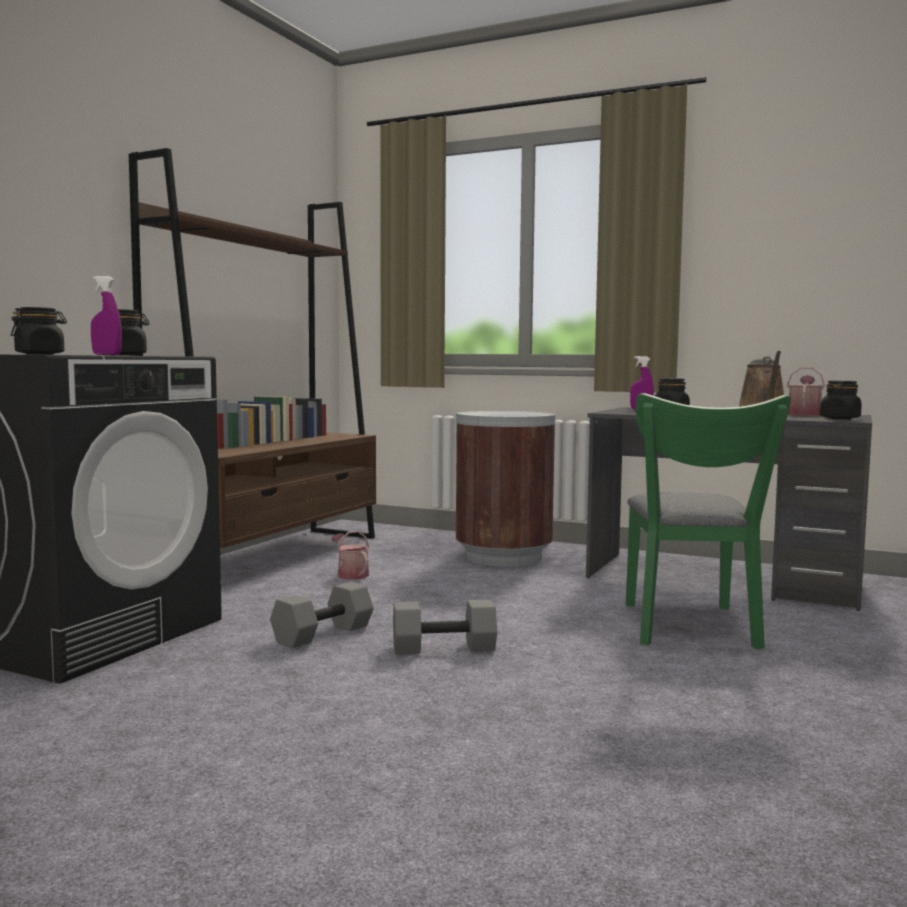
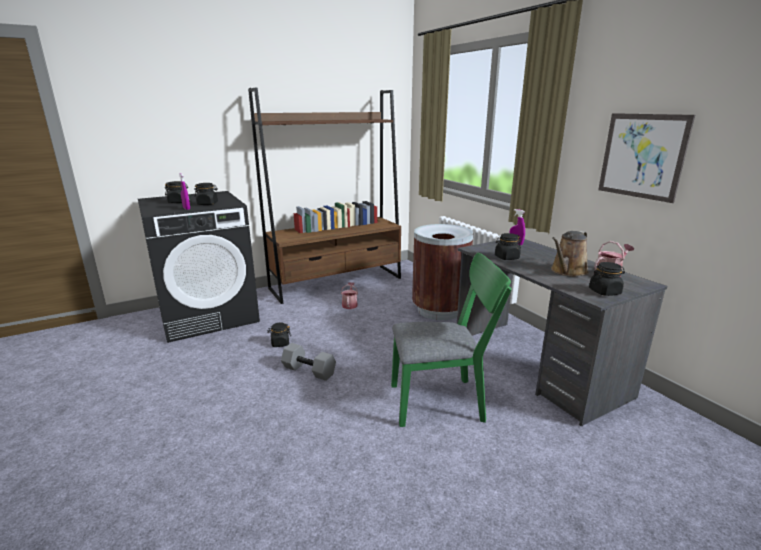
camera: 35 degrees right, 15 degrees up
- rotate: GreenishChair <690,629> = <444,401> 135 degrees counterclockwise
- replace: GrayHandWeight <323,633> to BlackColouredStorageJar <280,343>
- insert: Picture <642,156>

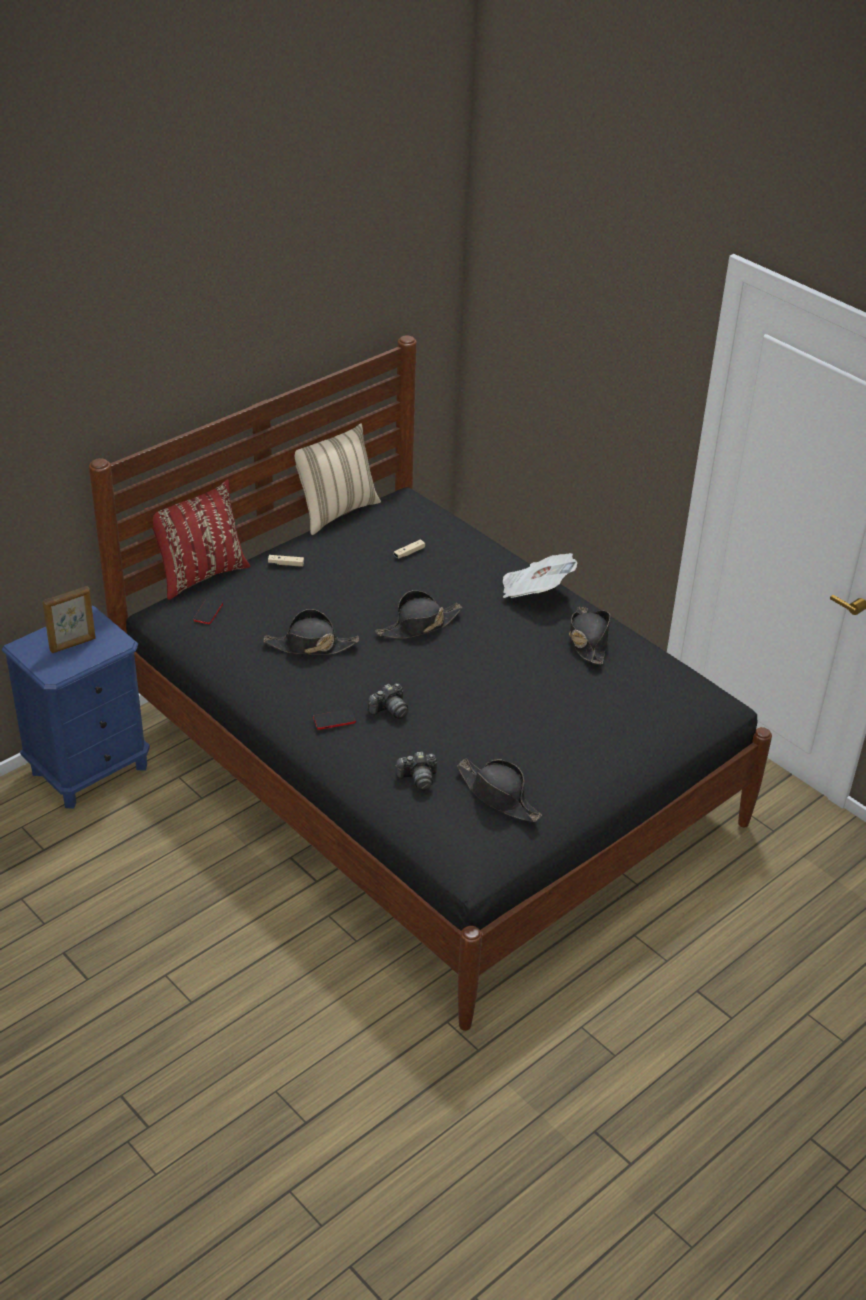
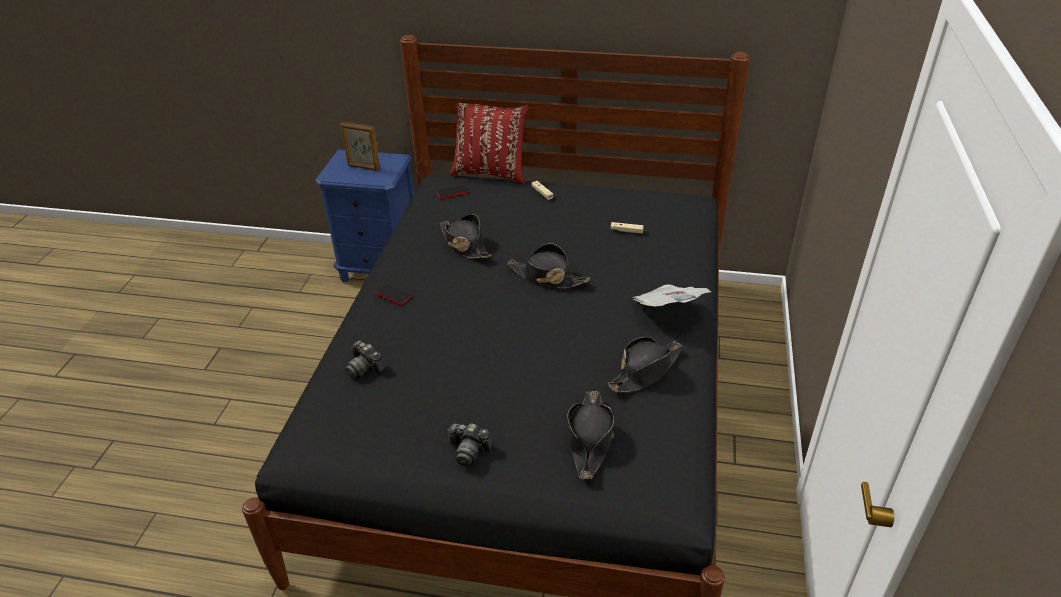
camera: 55 degrees right, 0 degrees up
- delete: SandColouredPillow <335,511>
- move: PhotoCamera <389,710> to <469,450>
- move: BlackColouredClothingHat <498,796> to <589,439>

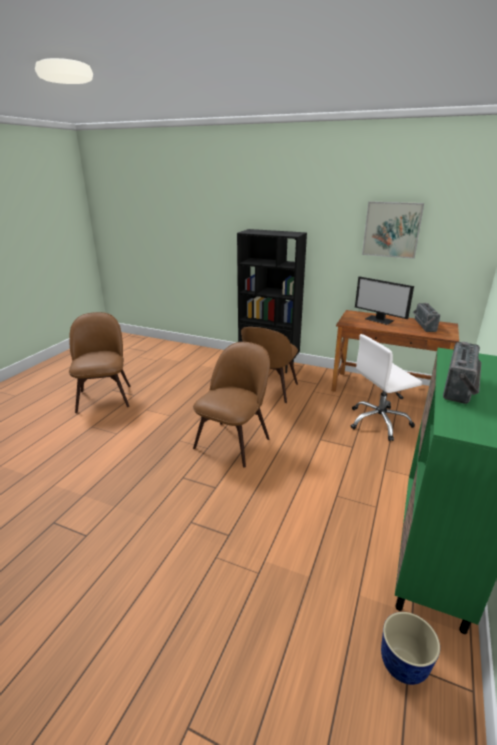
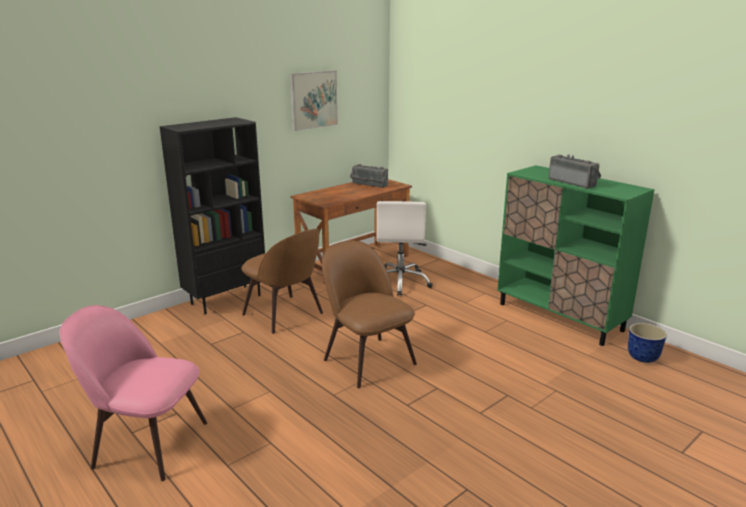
camera: 65 degrees left, 5 degrees down
- delete: Monitor <379,320>
- recolor: BrownColouredChair <104,397> to PinkColouredChair <147,443>

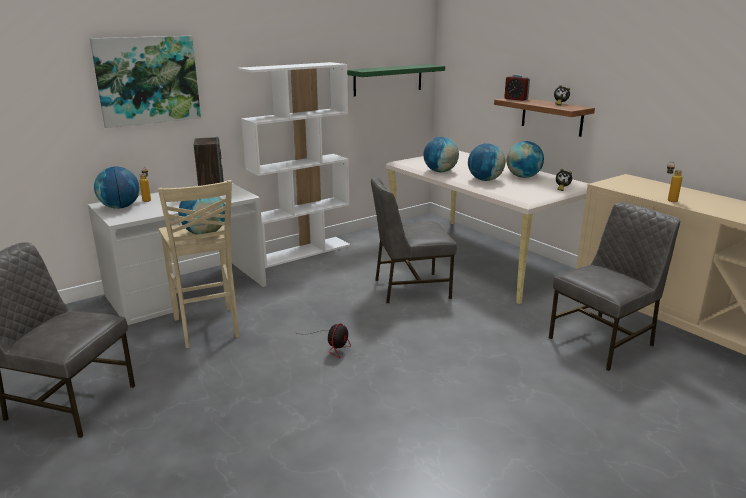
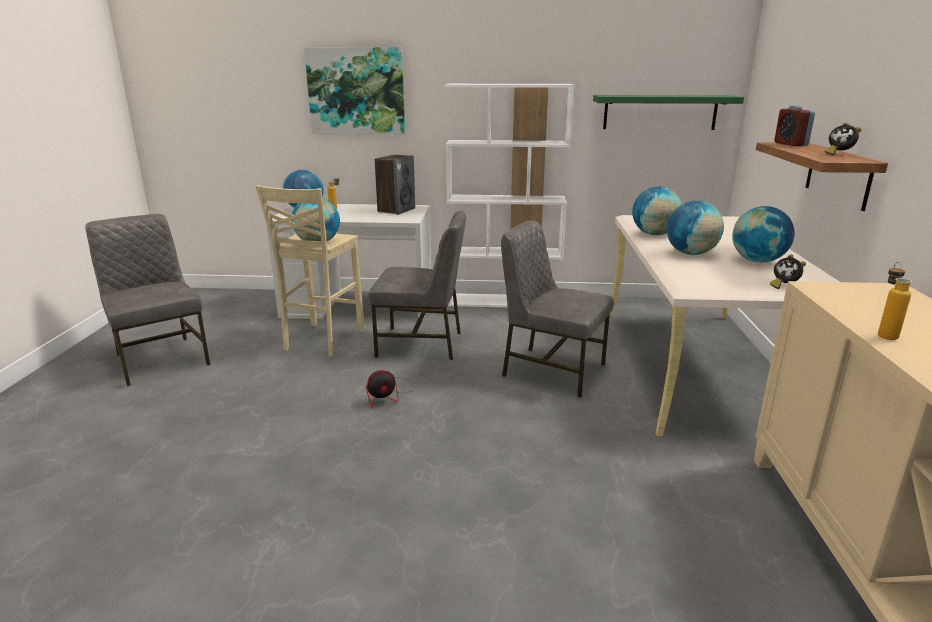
camera: 40 degrees right, 0 degrees up
- move: GrayChair <603,342> to <421,344>

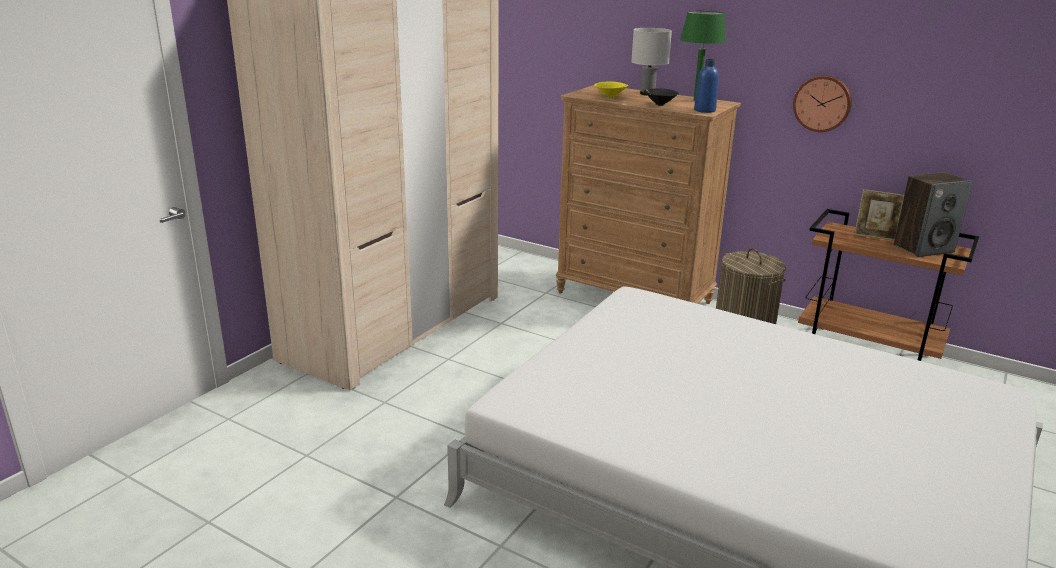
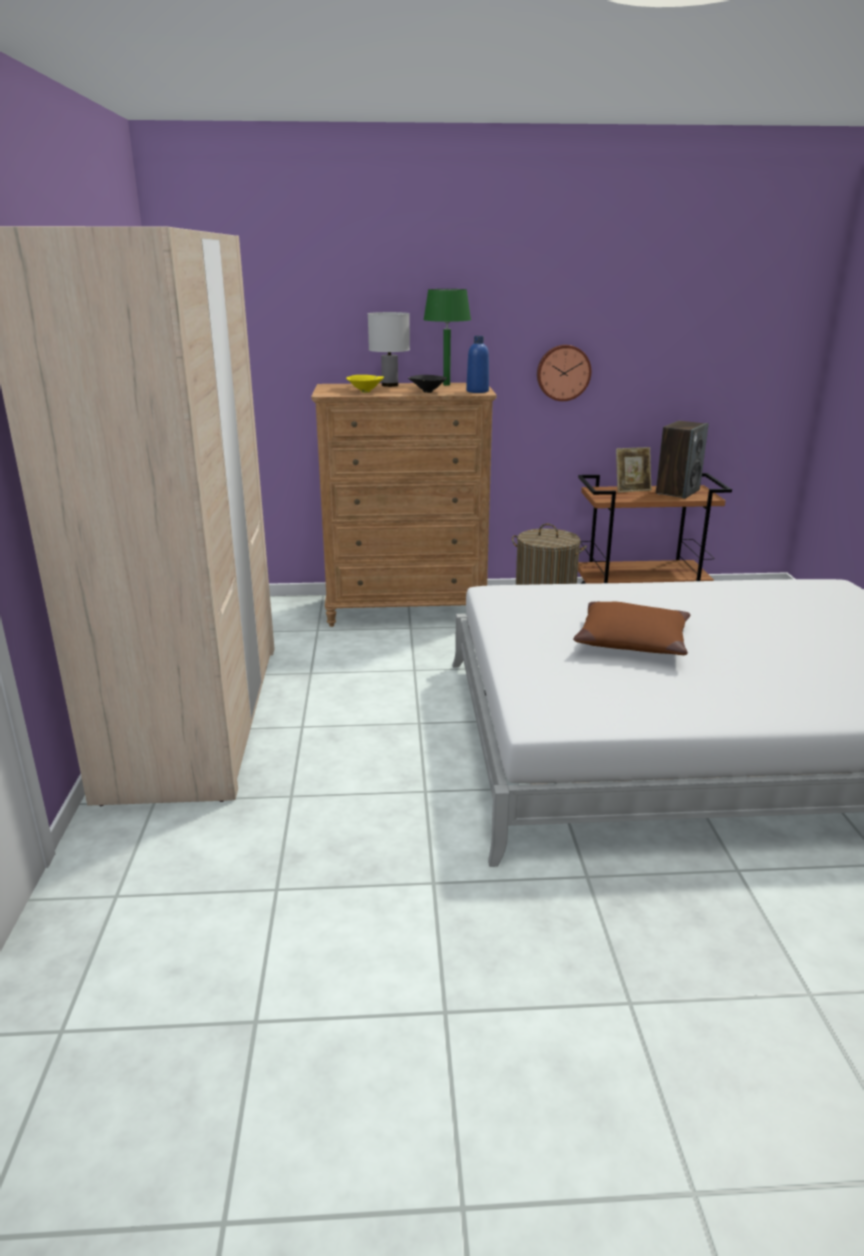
camera: 35 degrees left, 0 degrees up
- insert: BrownColouredPillow <632,641>

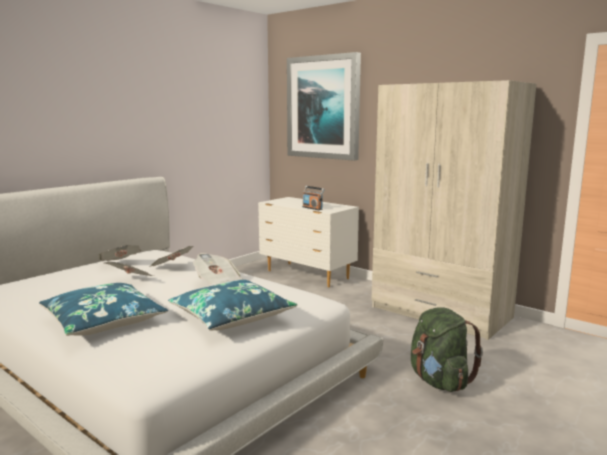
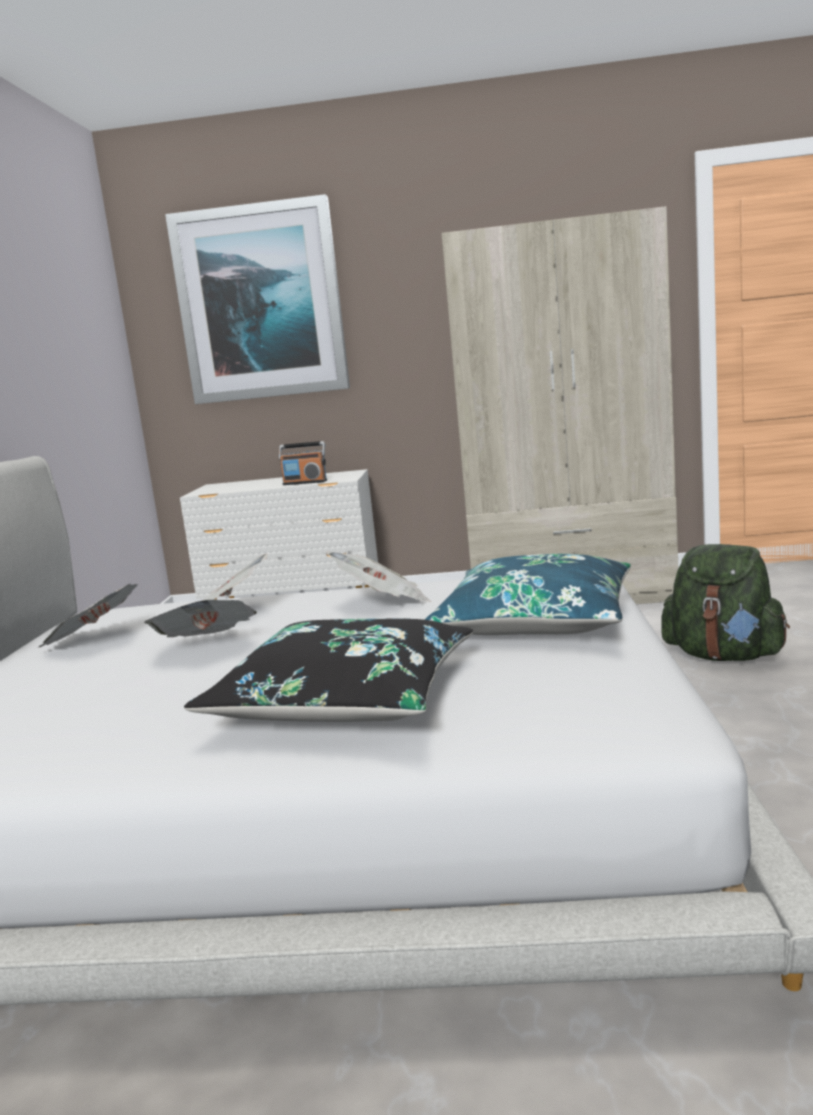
camera: 35 degrees left, 0 degrees up
- recolor: BlueColouredPillow <104,321> to BlackColouredPillow <345,699>

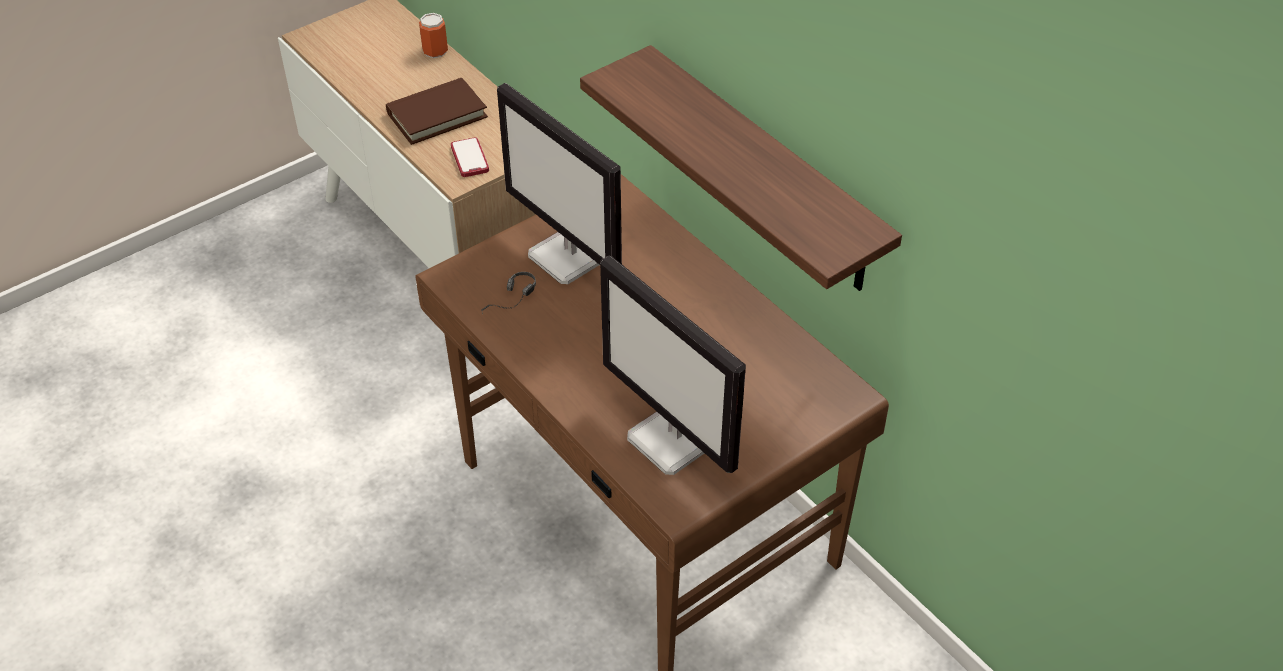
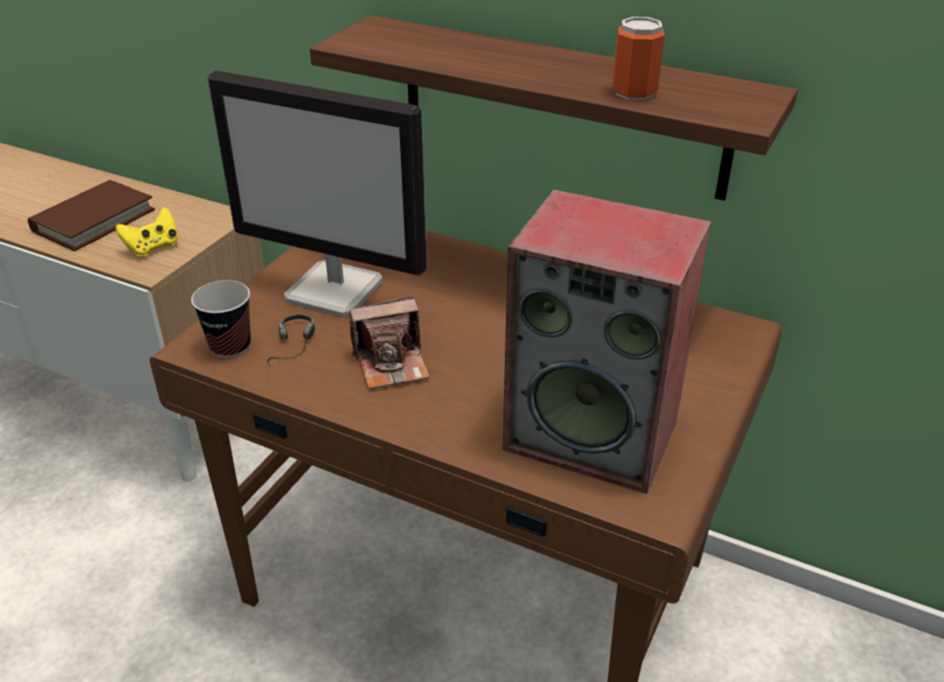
camera: 25 degrees left, 10 degrees down
- move: SealedCan <435,51> to <634,92>
- replace: Telephone <470,159> to YellowColouredGameController <153,247>
- replace: Monitor <674,440> to Loudspeaker <594,434>
- insert: Cup <230,347>
- insert: PhotoCamera <392,364>

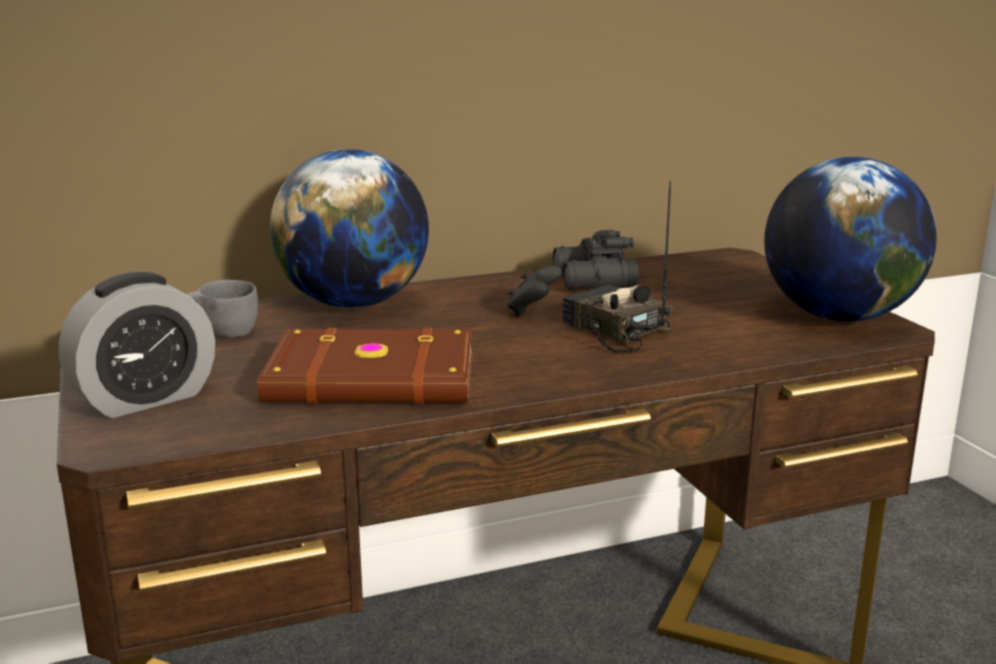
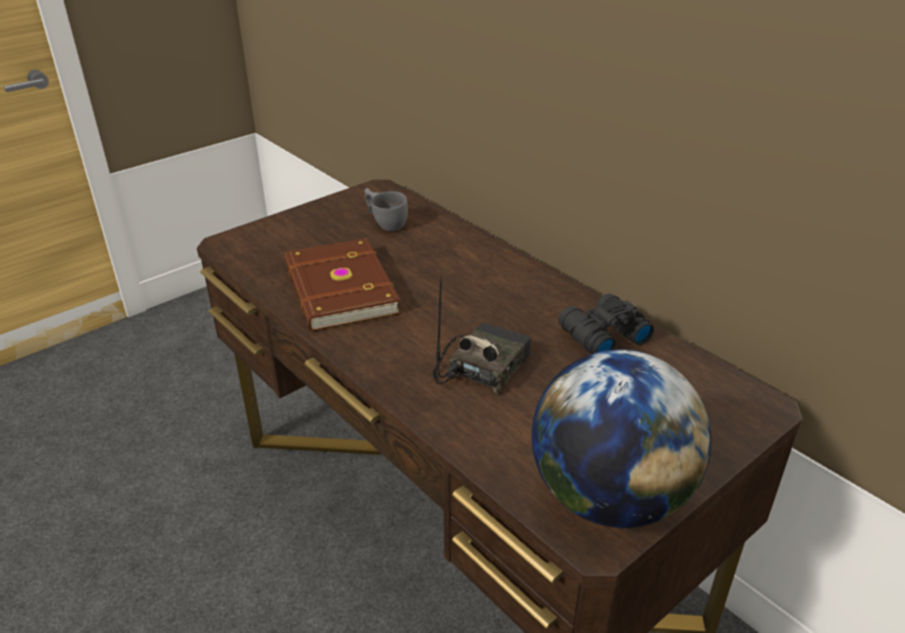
camera: 70 degrees right, 15 degrees up
- delete: DeskGlobe <353,304>
- delete: BlackColouredGameController <532,311>
- delete: TableClock <145,399>

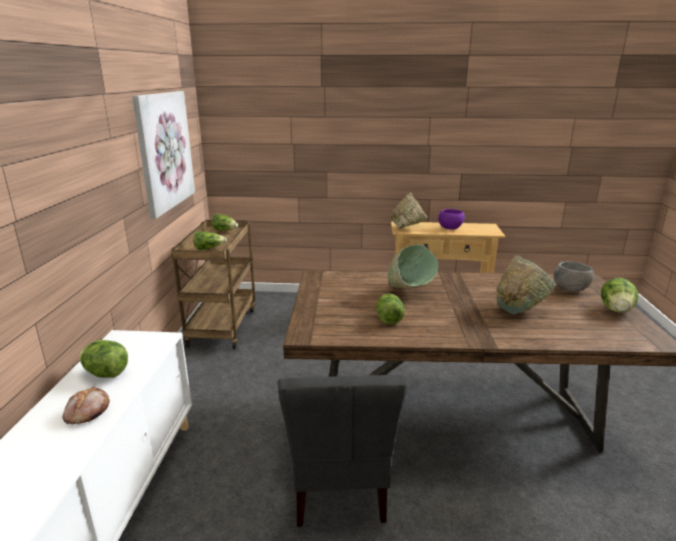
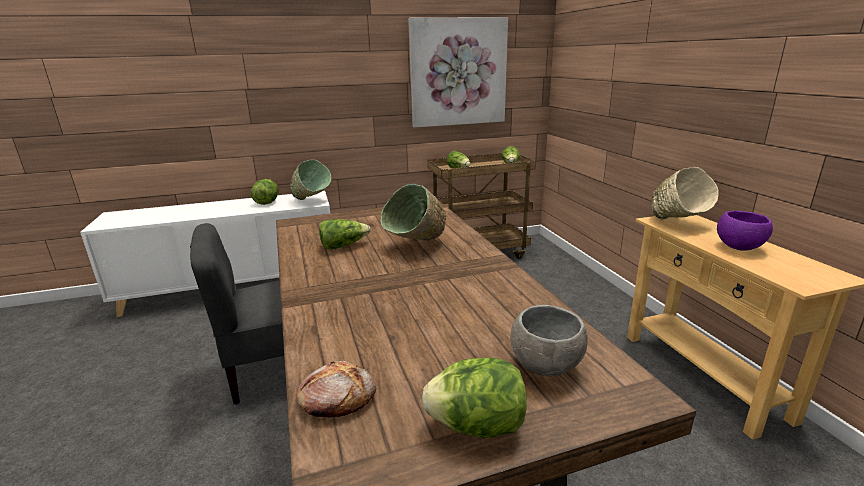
camera: 70 degrees right, 0 degrees up
- move: GreenishDeepDish <519,309> to <311,201>
- move: Bread <87,412> to <337,398>

